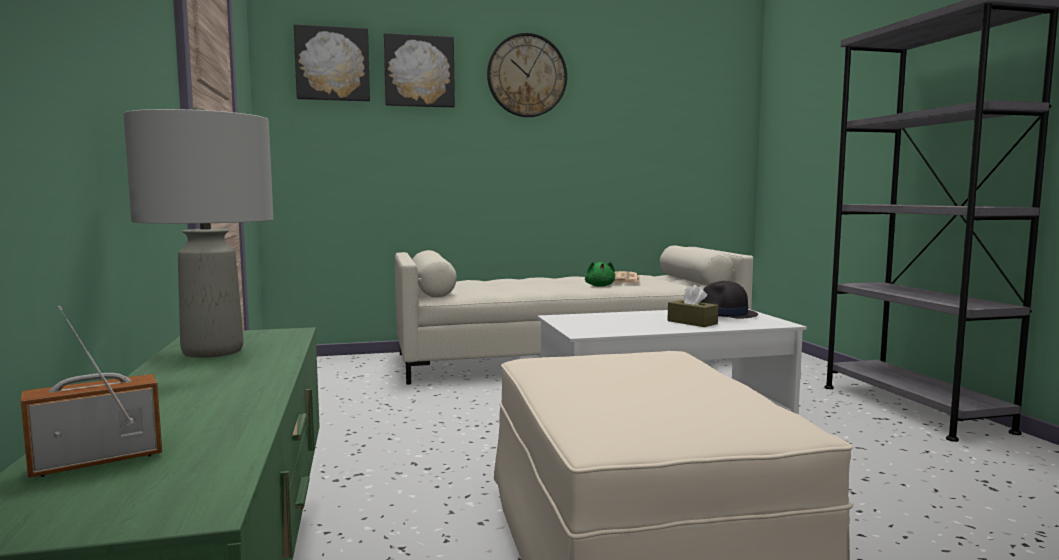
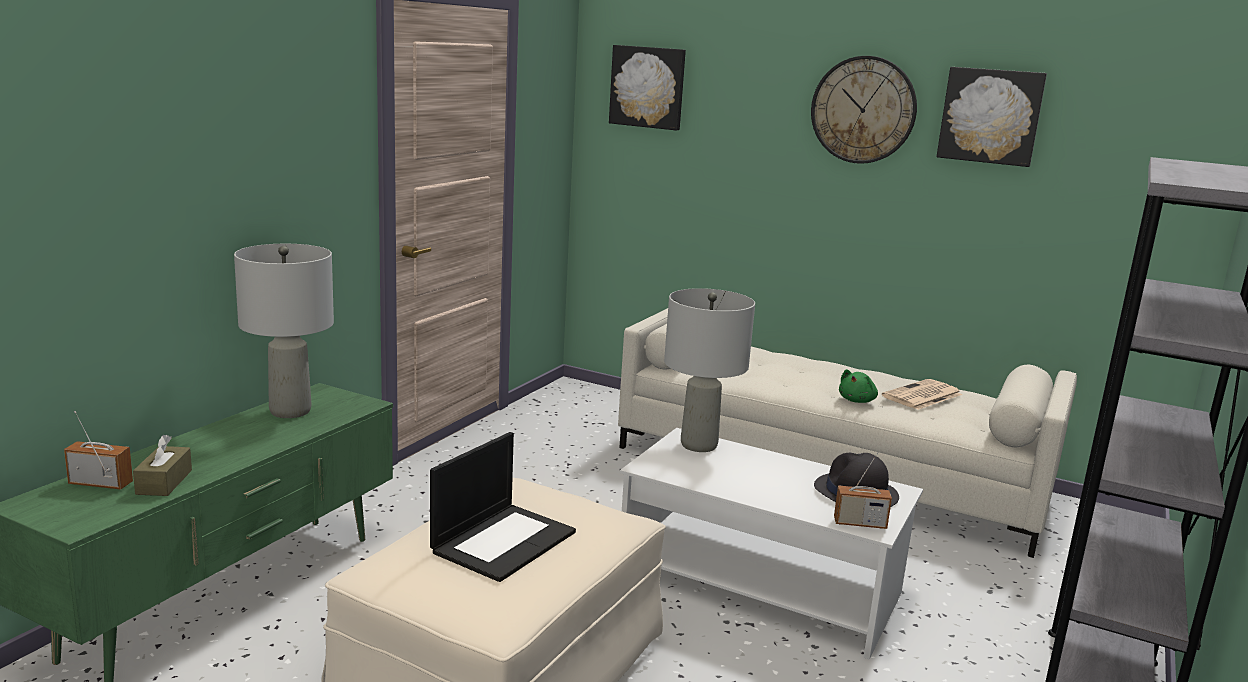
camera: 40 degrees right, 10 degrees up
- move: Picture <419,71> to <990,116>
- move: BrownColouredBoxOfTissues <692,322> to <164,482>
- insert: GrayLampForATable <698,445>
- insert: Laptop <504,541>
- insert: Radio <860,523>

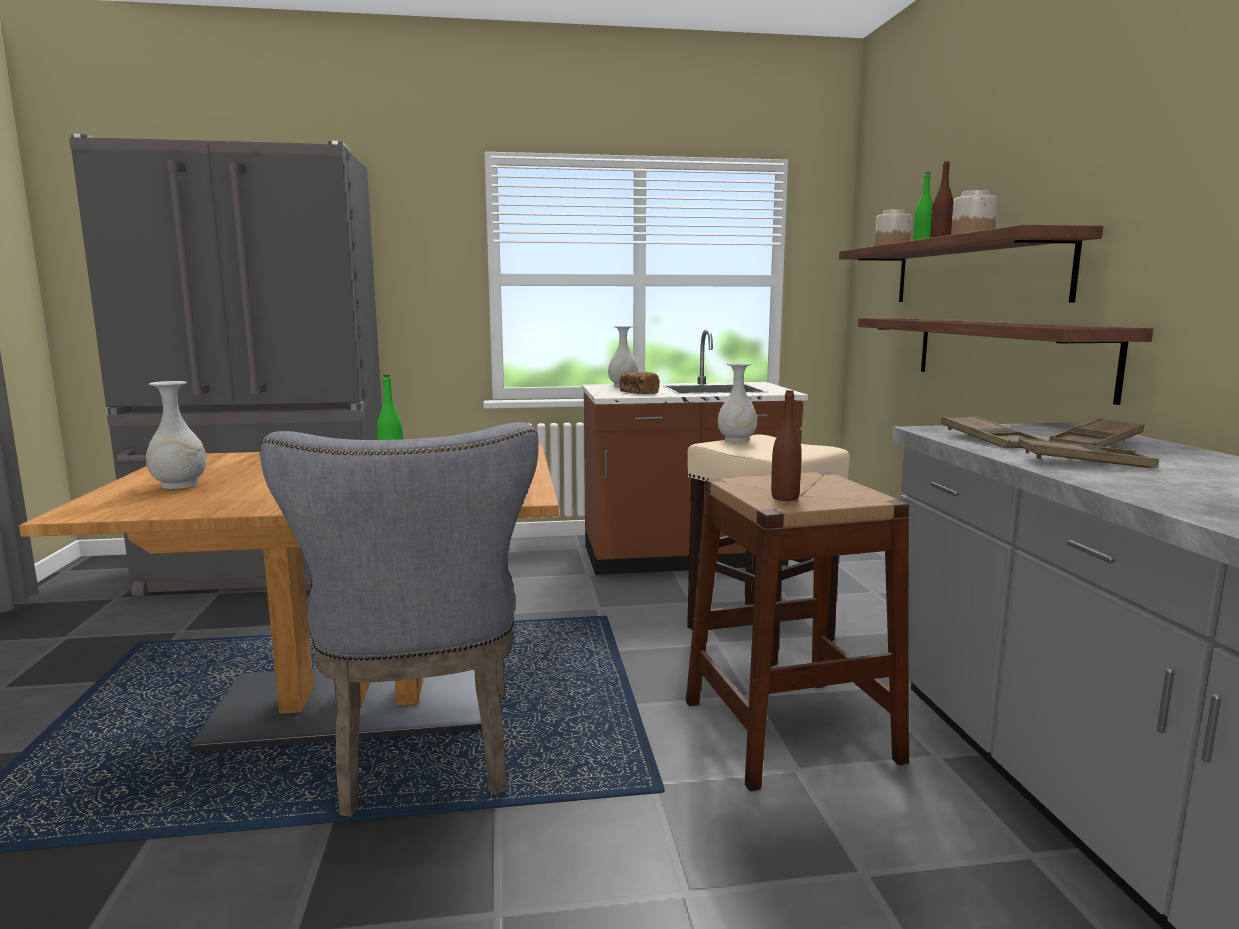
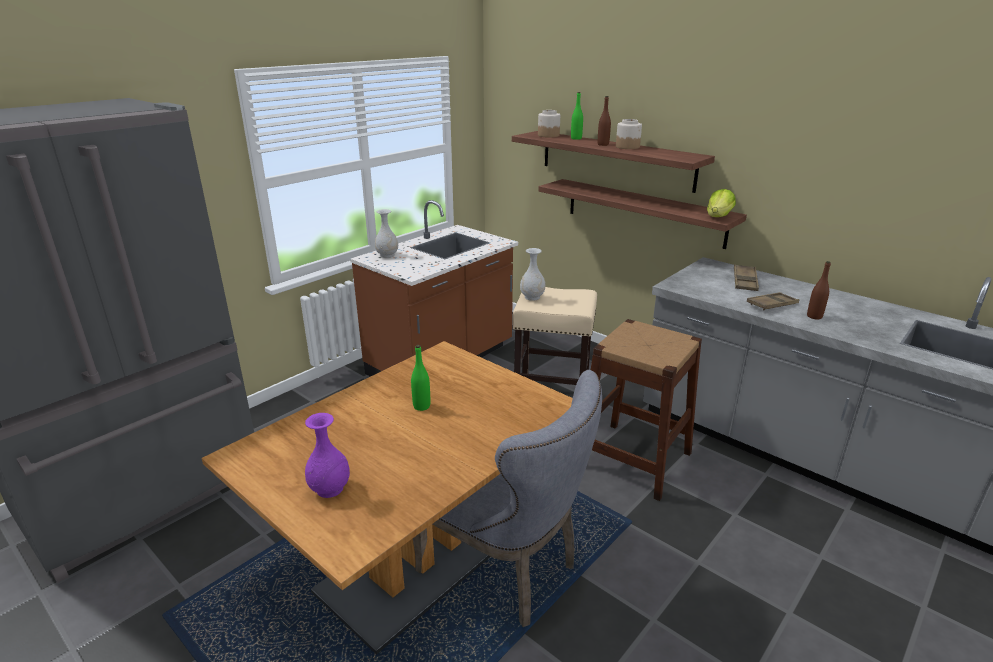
camera: 40 degrees left, 15 degrees up
- delete: Bread <638,392>
- recolor: WhiteColouredVase <179,485> to PurpleColouredVase <330,489>
- move: BrownColouredBottle <785,498> to <814,316>
- delete: BrownColouredTray <989,440>
- insert: LettuceHead <719,216>

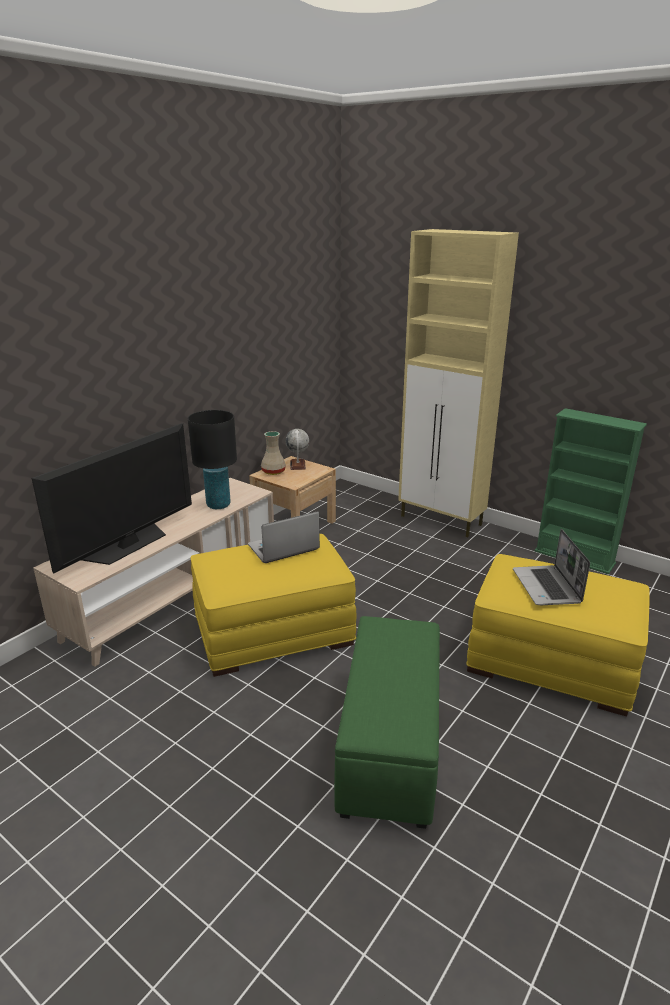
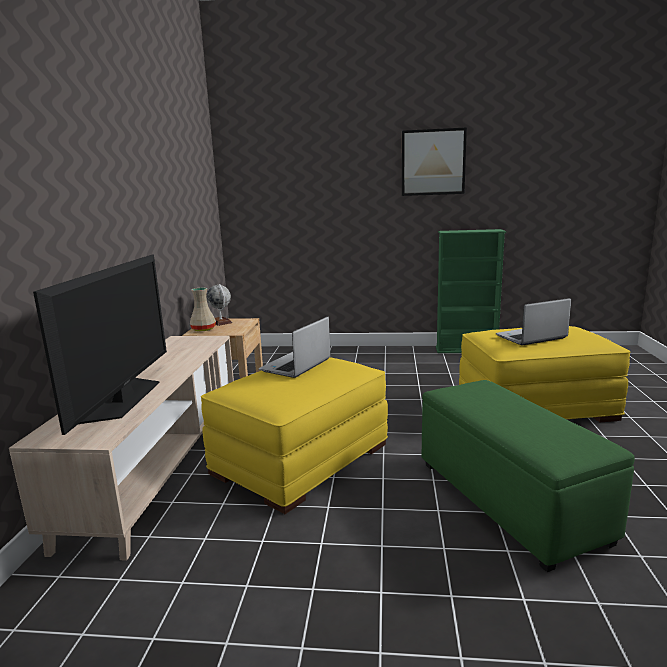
camera: 30 degrees left, 10 degrees down
- delete: SandColouredCabinet <442,521>
- delete: BlackColouredLampForATable <218,505>
- rotate: Laptop <547,587> = <531,337> 105 degrees clockwise
- insert: Picture <433,162>

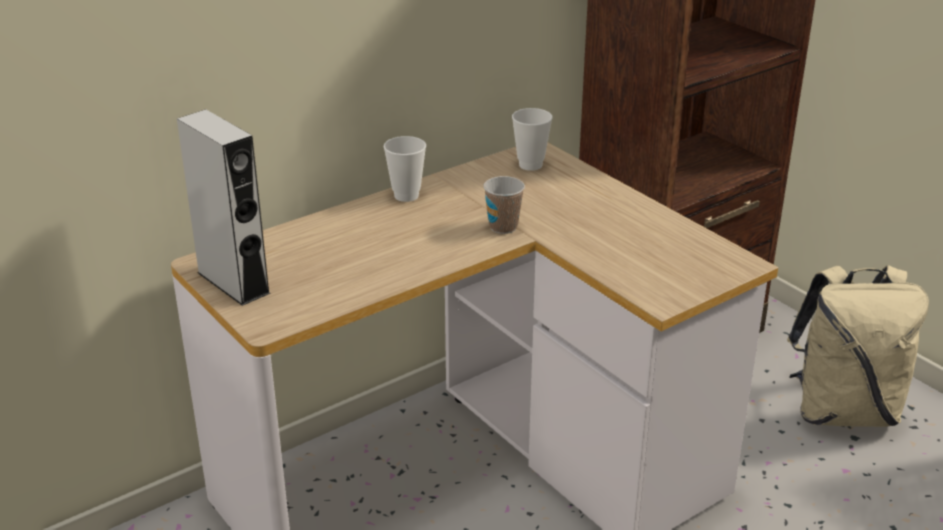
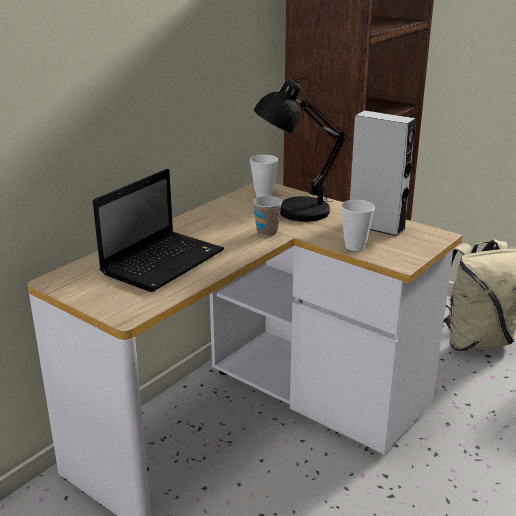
camera: 15 degrees left, 5 degrees down
- move: GrayLoudspeaker <233,282> to <376,226>
- move: Cup <406,196> to <355,247>
- insert: BlackColouredLampForATable <296,212>
- insert: Laptop <164,261>

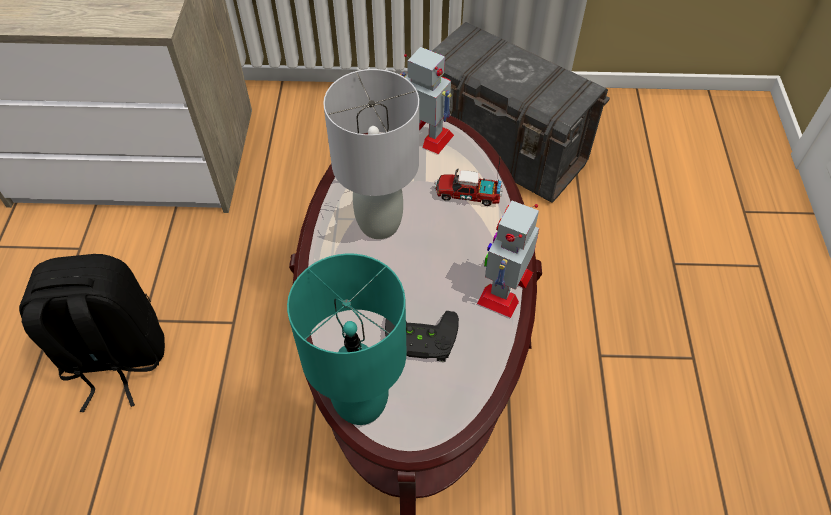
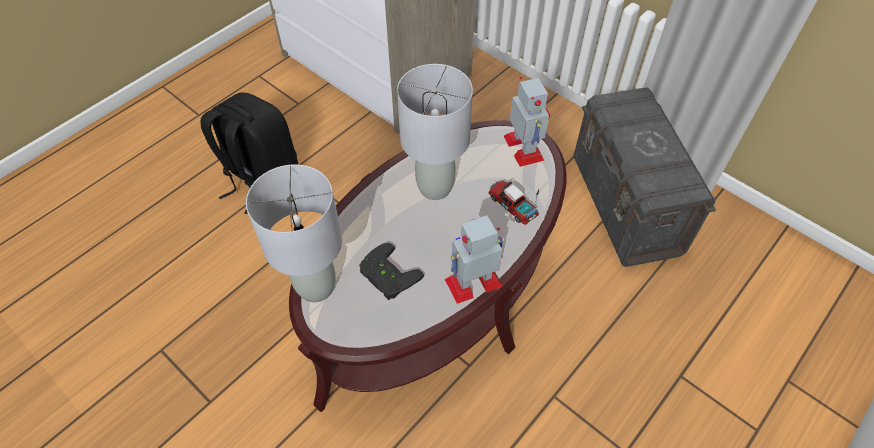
camera: 40 degrees right, 0 degrees up
- recolor: TurquoiseLampForATable <362,404> to GrayLampForATable <317,288>

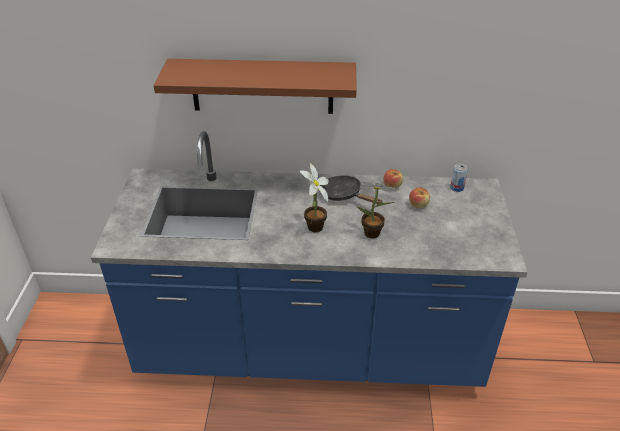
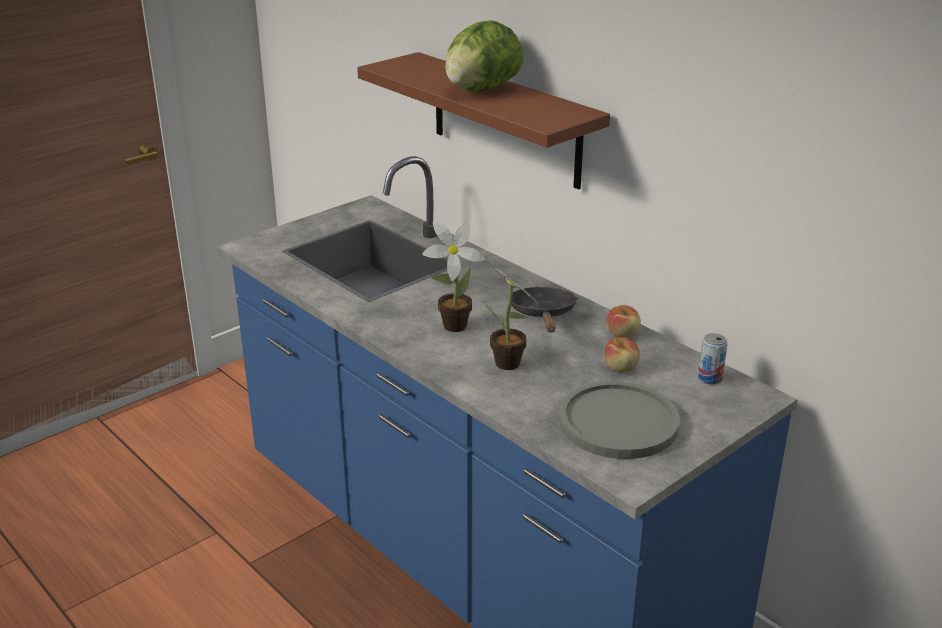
camera: 45 degrees right, 10 degrees down
- insert: LettuceHead <481,90>
- insert: GrayDinnerPlate <618,422>

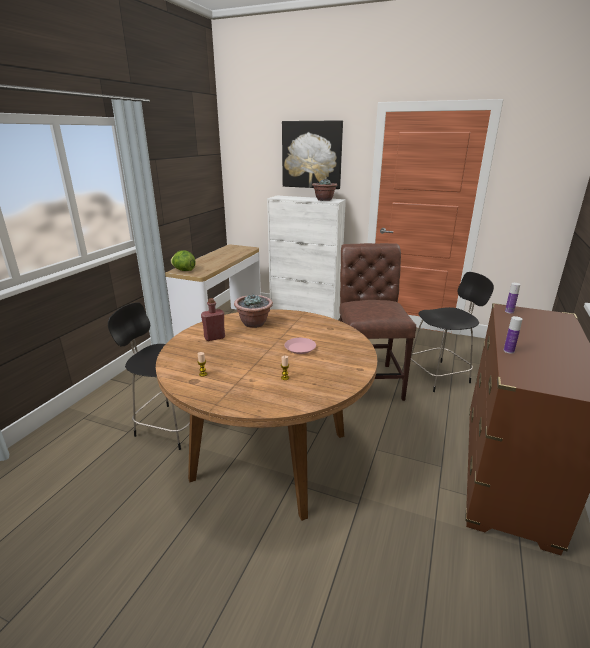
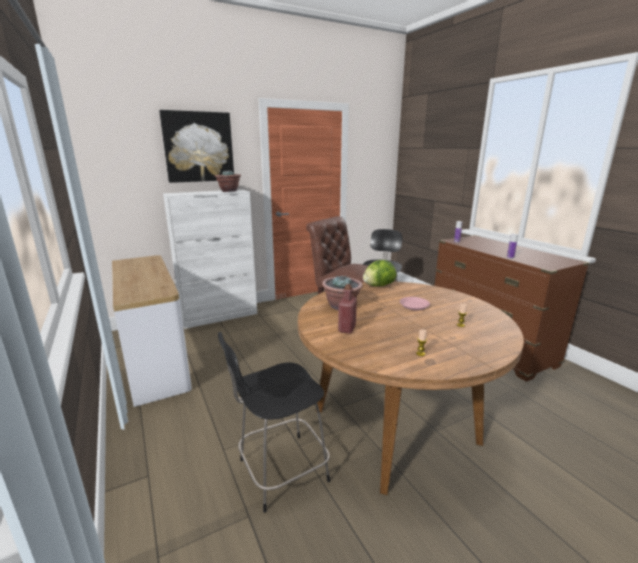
camera: 50 degrees left, 5 degrees down
- move: LettuceHead <184,270> to <378,286>

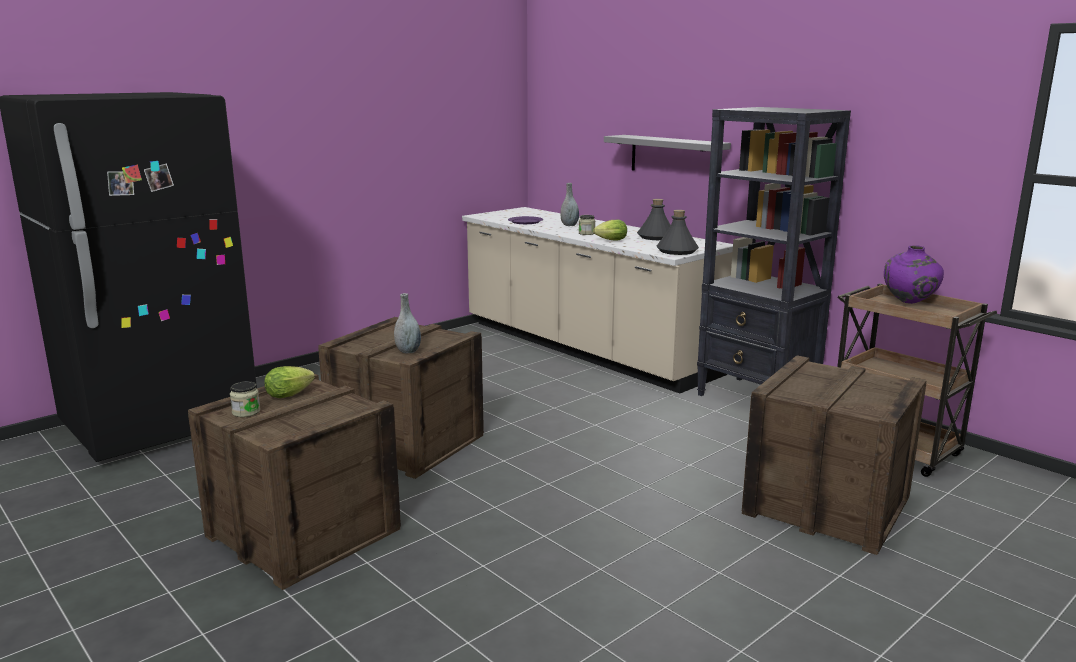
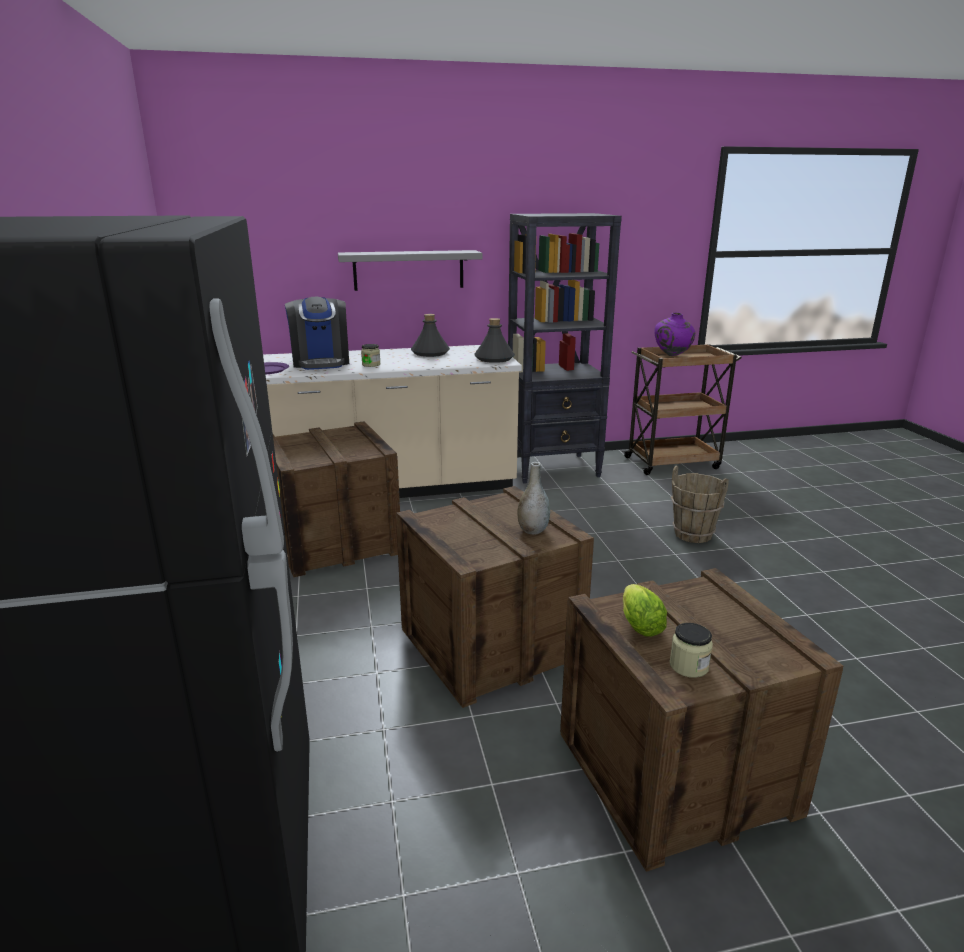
camera: 60 degrees left, 5 degrees up
- replace: GrayVase <569,225> to CoffeeBrewer <321,362>
- delete: LettuceHead <609,240>
- move: PackingCrate <827,505> to <335,541>
- insert: BrownColouredPail <693,534>

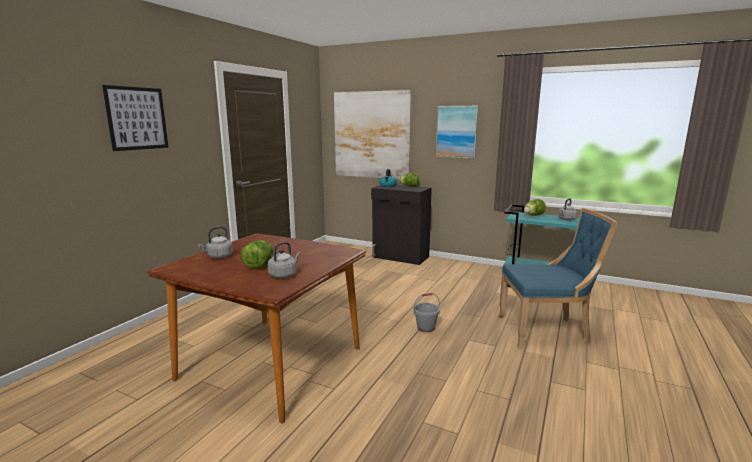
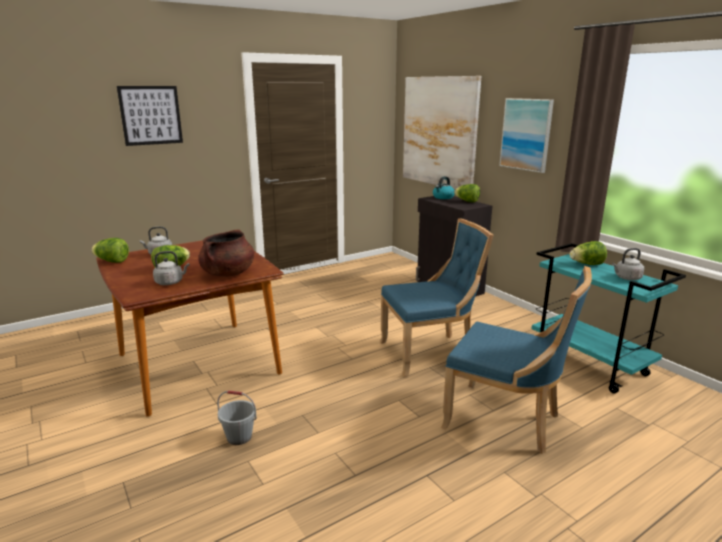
camera: 30 degrees right, 5 degrees up
- move: GrayPail <426,328> to <239,437>
- insert: BlueColouredChair <430,352>
- insert: BrownColouredSaucepot <228,273>
- insert: LettuceHead <112,261>

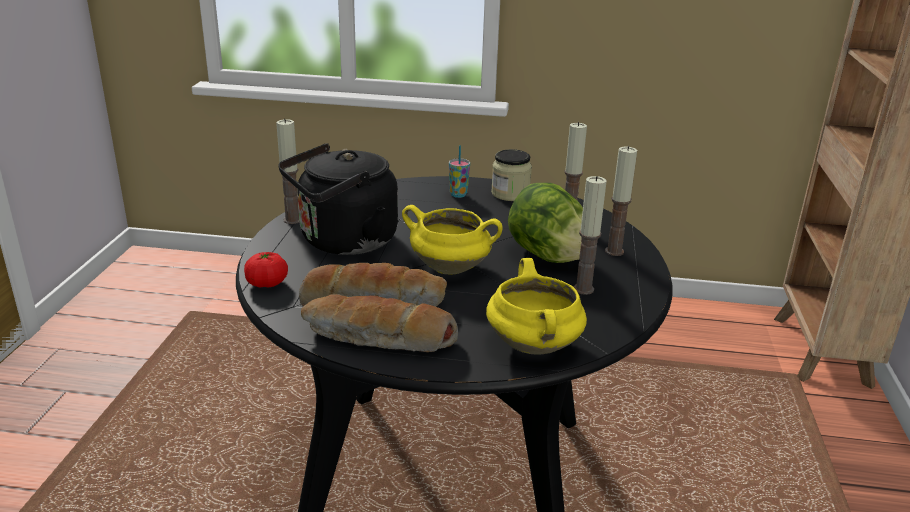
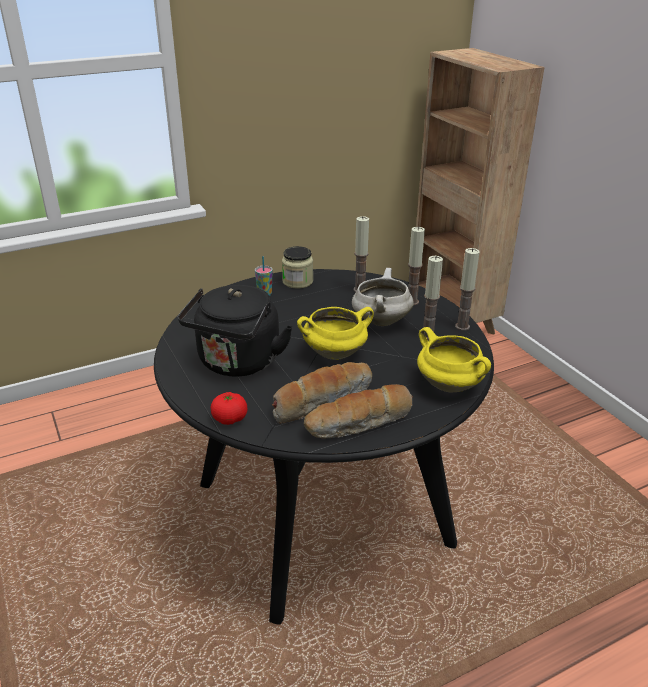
camera: 35 degrees left, 5 degrees up
- move: WaxLight <292,220> to <462,326>
- replace: LettuceHead <548,256> to WhiteColouredSaucepot <380,320>

